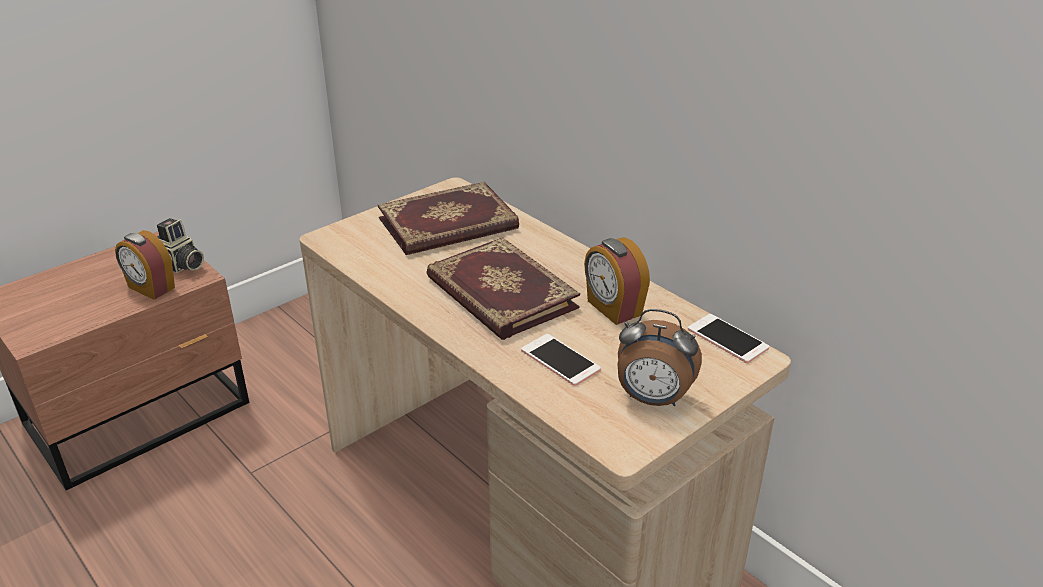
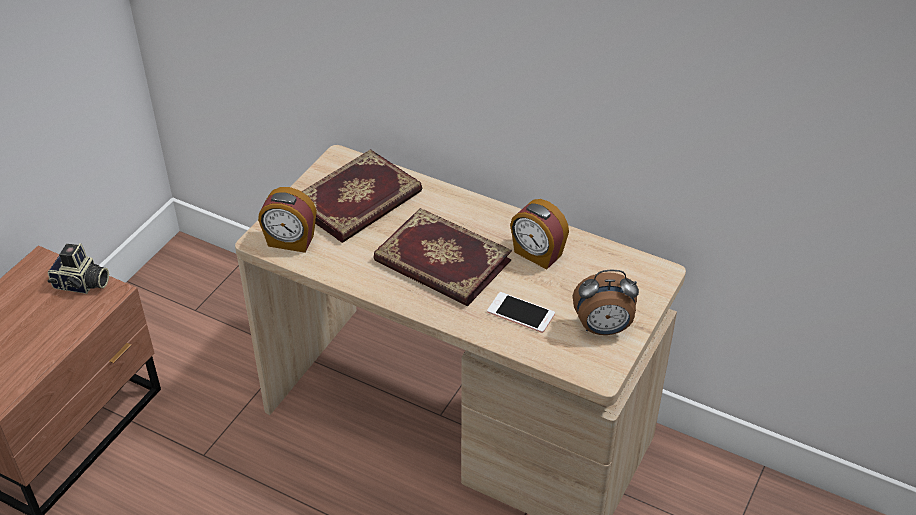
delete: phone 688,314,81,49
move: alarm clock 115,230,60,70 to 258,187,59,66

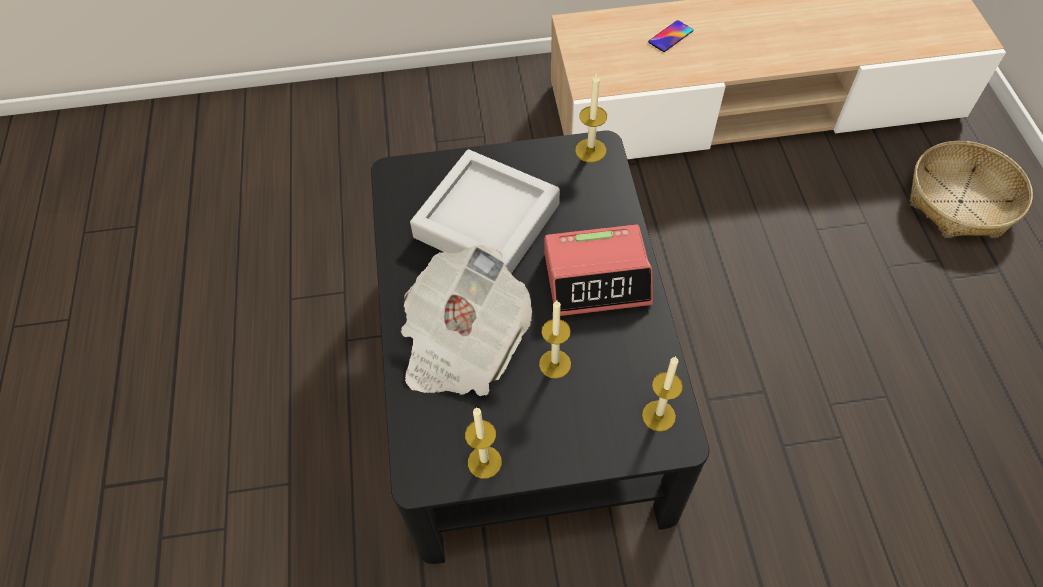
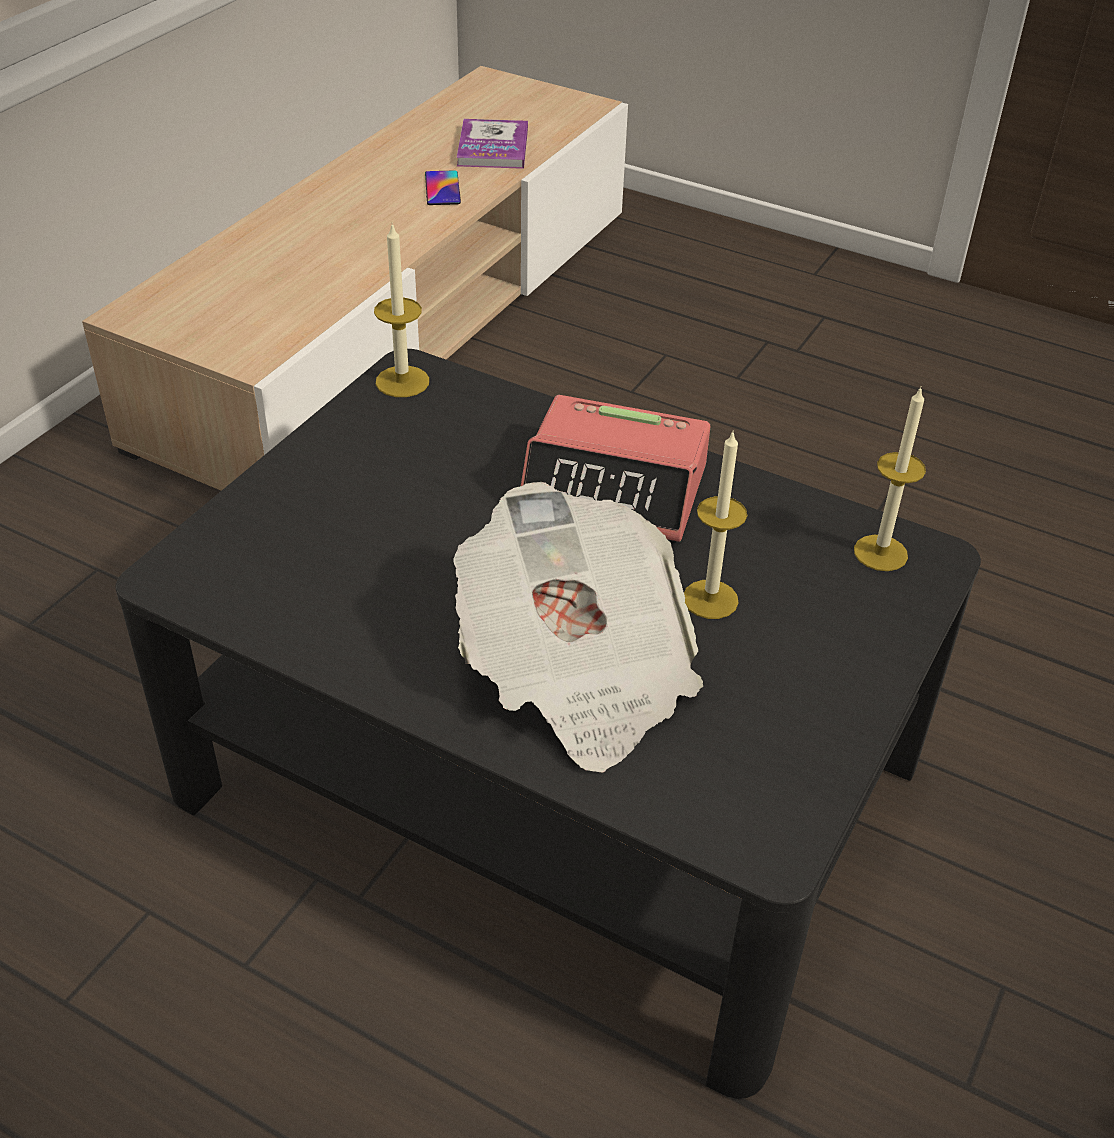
delete: tray in grey 410,149,150,125; candle 465,407,37,72; basket 910,141,123,96
insert: book 457,119,71,50
move: phone 648,20,45,32 to 425,170,36,35
rotate: alarm clock 545,224,108,92 = 521,395,189,147 75 degrees clockwise

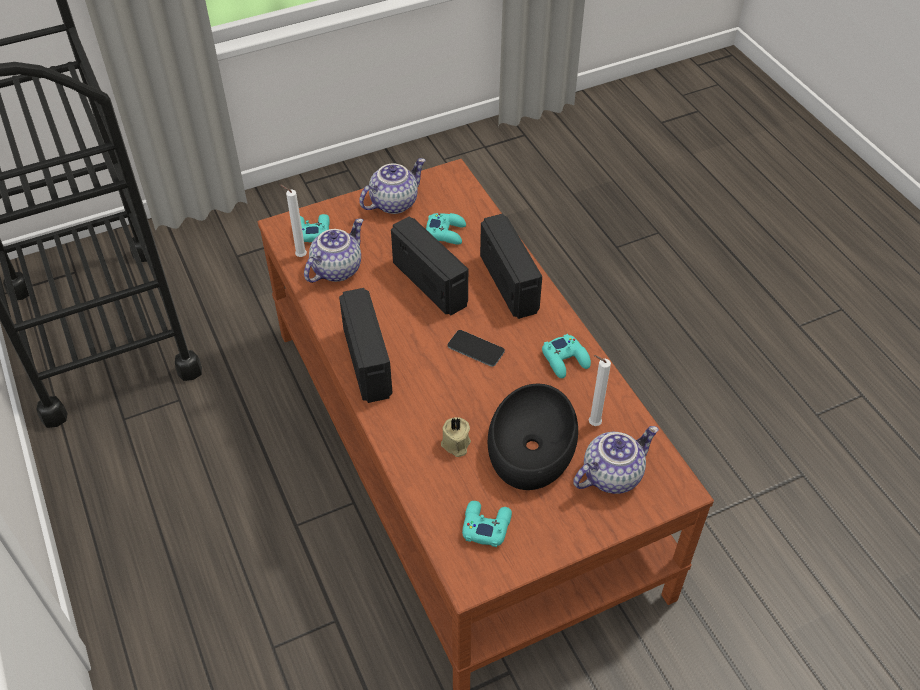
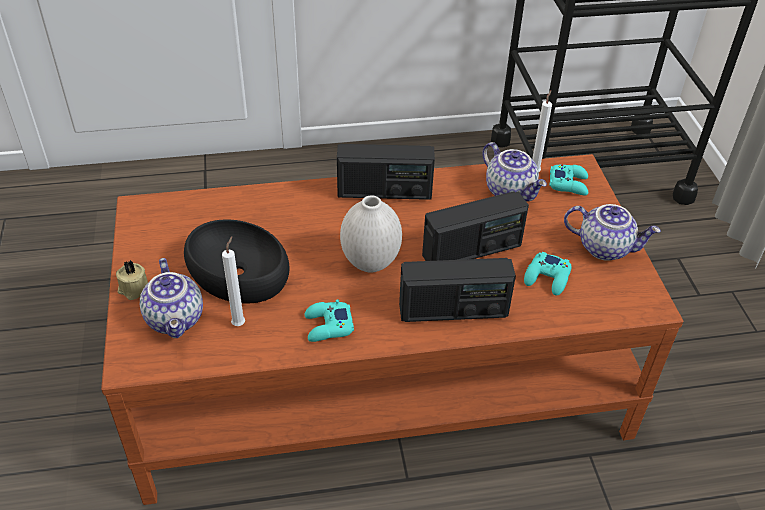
delete: game controller in turquoise 462,501,50,46
move: candle in beige 441,417,30,40 to 116,260,32,40
replace: phone 447,330,58,37 to vase in white 340,195,62,78
rotate: teapot 359,158,67,56 = 564,204,97,57 45 degrees counterclockwise

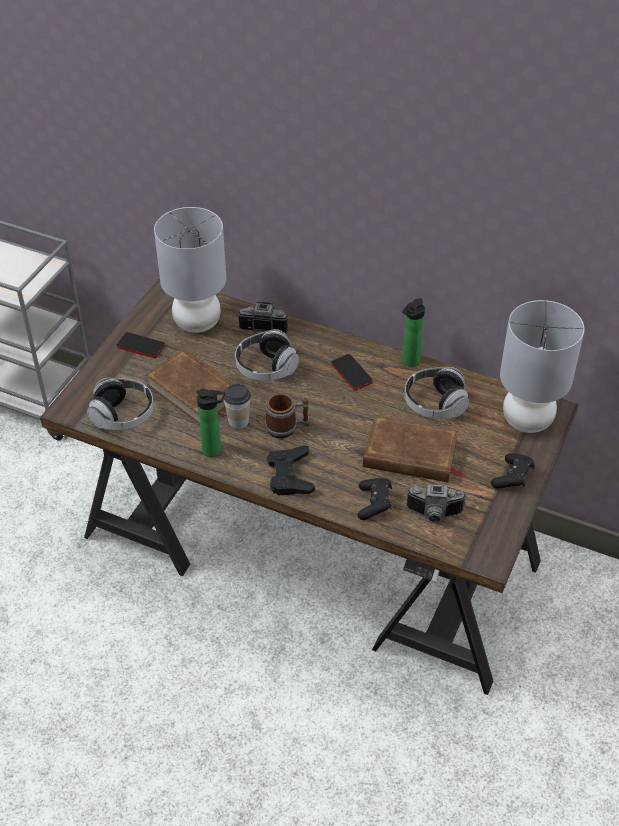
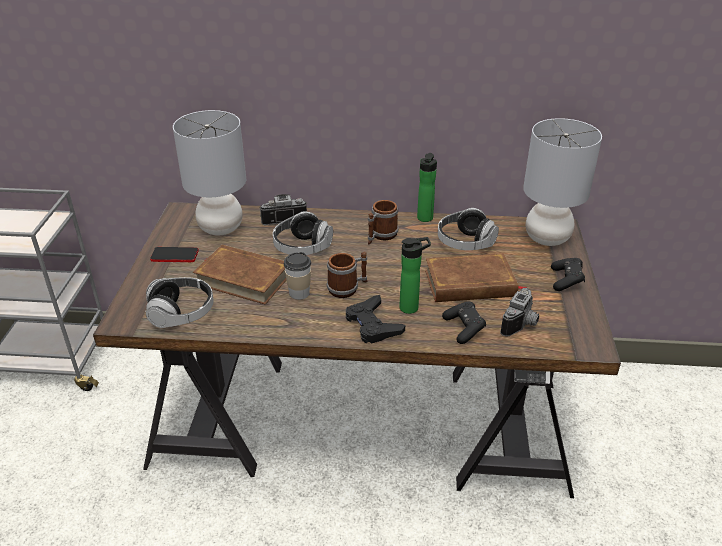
move: bottle 196,389,29,68 to 399,237,32,77
replace: phone 331,354,42,37 to mug 368,200,31,45
rotate: photo camera 407,484,60,38 = 500,288,39,48 45 degrees counterclockwise

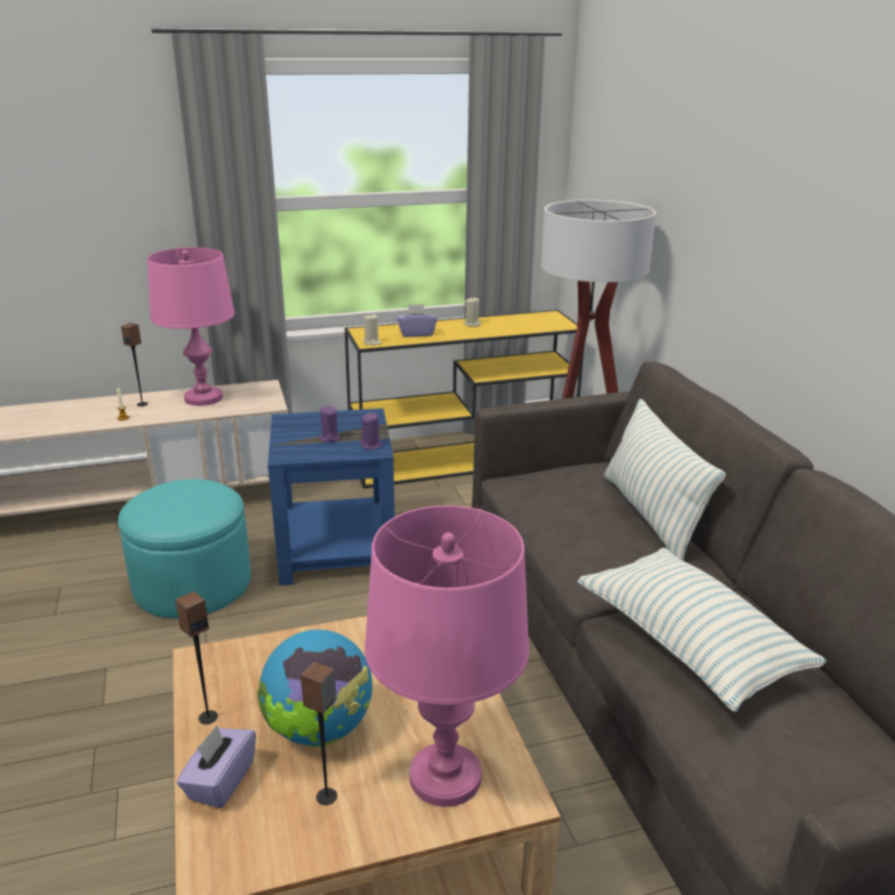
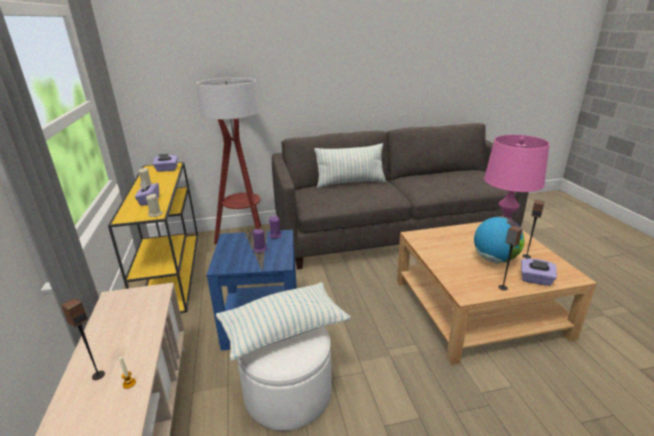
delete: table lamp in pink 147,248,88,158
insert: tissue box in purple 153,154,25,18
move: pillow 578,548,249,164 to 216,282,135,79
recolor: ottoman in turquoise 118,479,133,140 to ottoman in white 237,326,95,105

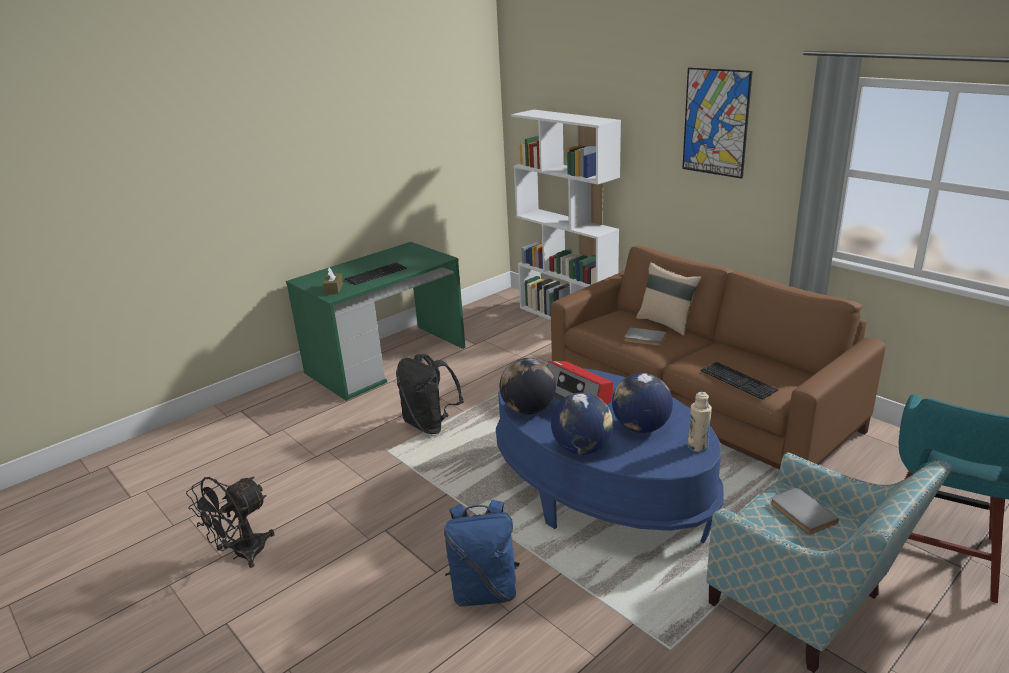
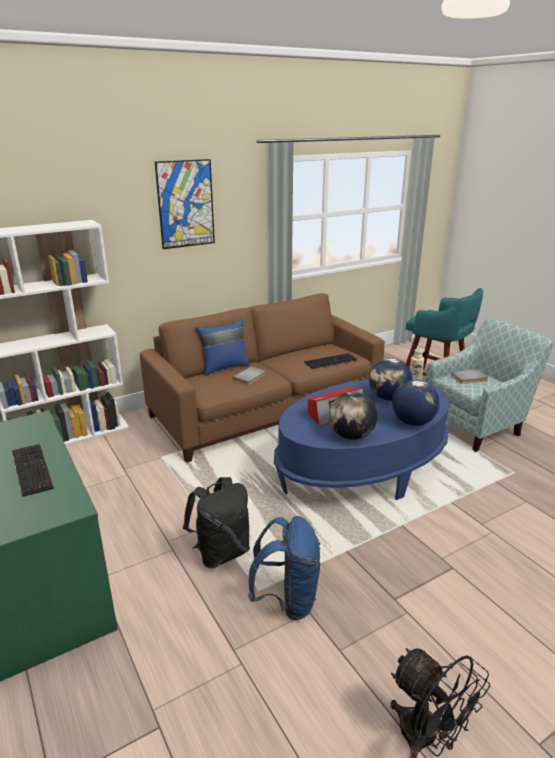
delete: tissue box in brown 323,268,20,26
move: backpack in blue 444,500,76,107 to 248,516,72,104
recolor: pillow in beige 636,262,65,74 to pillow in blue 196,319,54,57

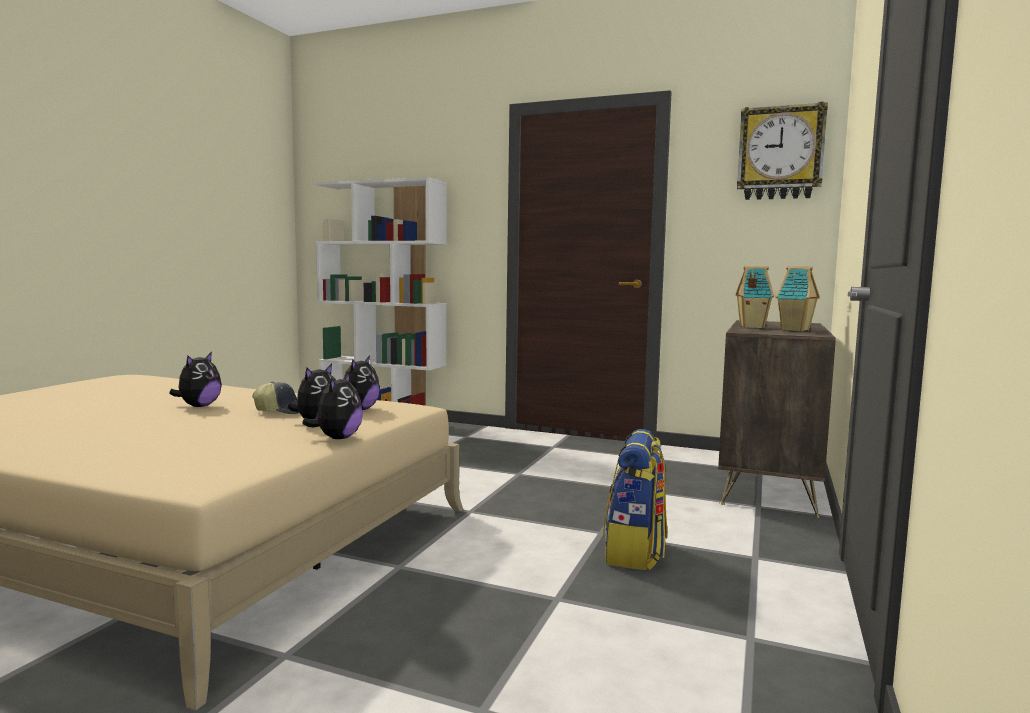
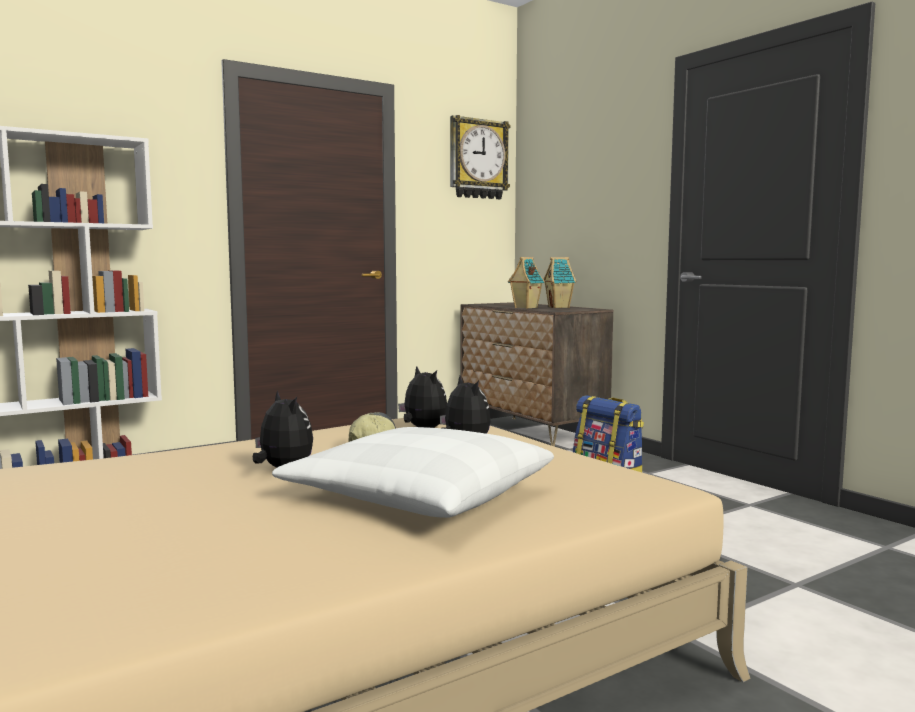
delete: plush toy 302,372,61,67
insert: pillow in white 272,427,282,91

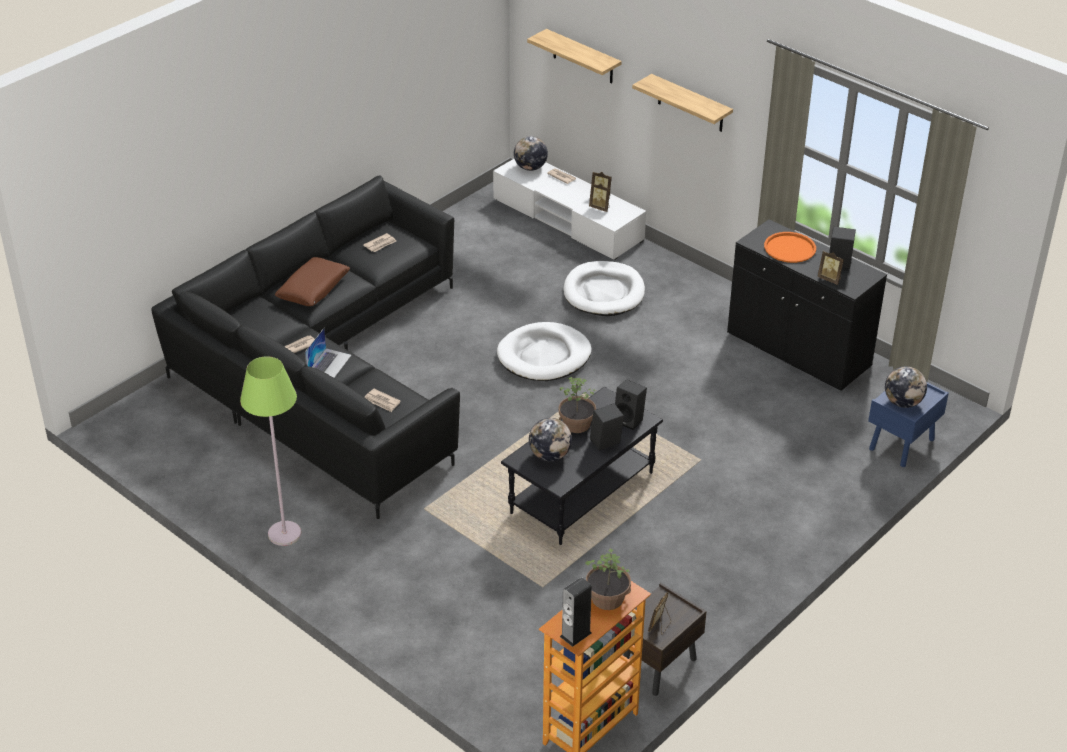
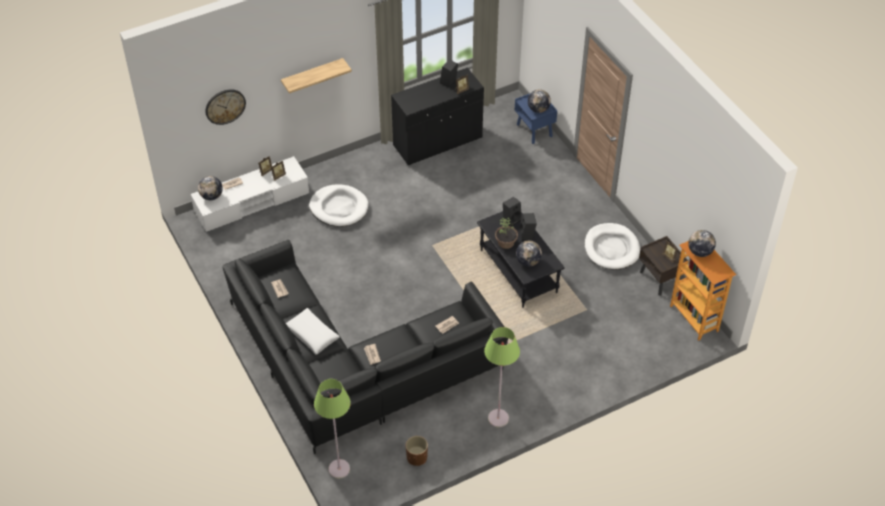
delete: laptop 305,328,46,50; speaker 560,577,32,70; tray in orange 764,232,52,31
insert: floor lamp in green 314,379,37,100; planter in brown 406,436,22,30
move: dog bed in white 497,322,95,59 to 585,223,55,47
replace: shelf 527,29,95,54 to wall clock 205,89,41,36; potted plant 585,549,46,61 to globe 688,230,28,27
recolor: pillow in brown 275,257,75,49 to pillow in white 286,308,54,46

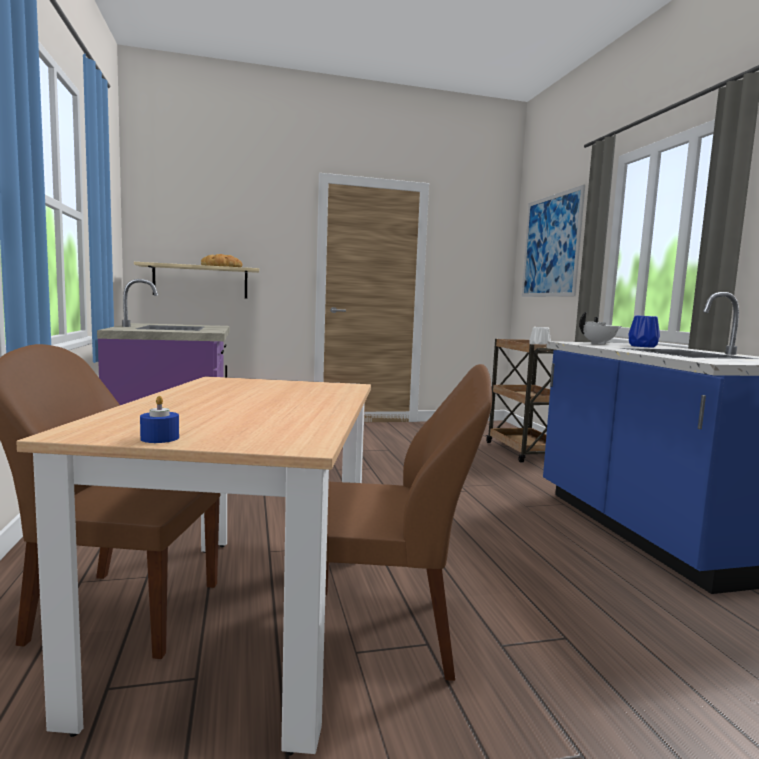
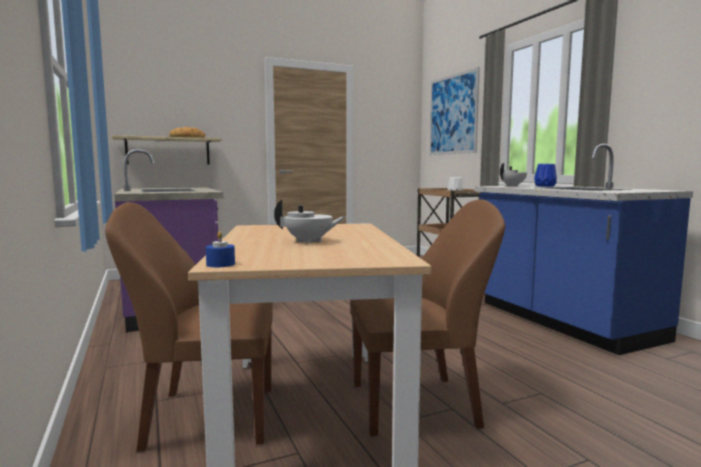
insert: teapot in white 274,200,72,44
move: candle in blue 140,396,39,47 to 206,231,29,36

